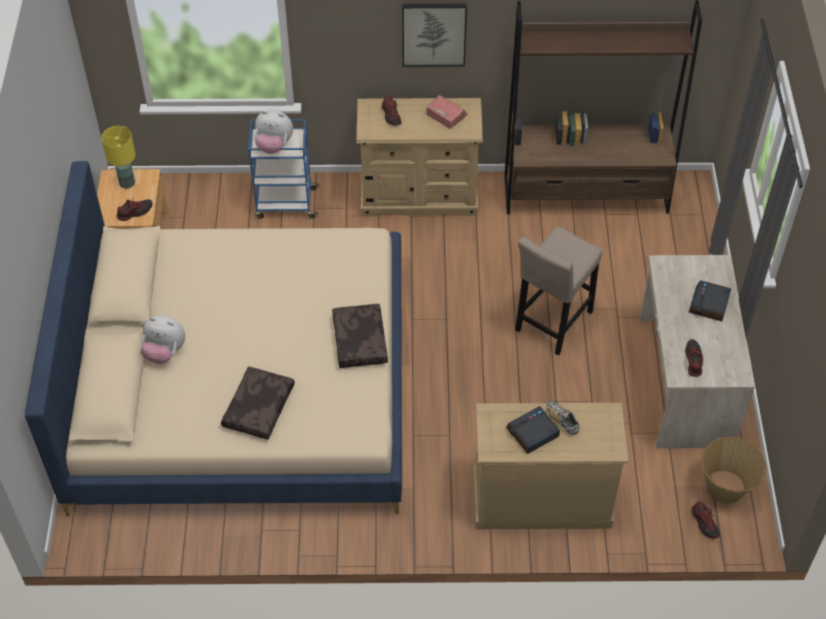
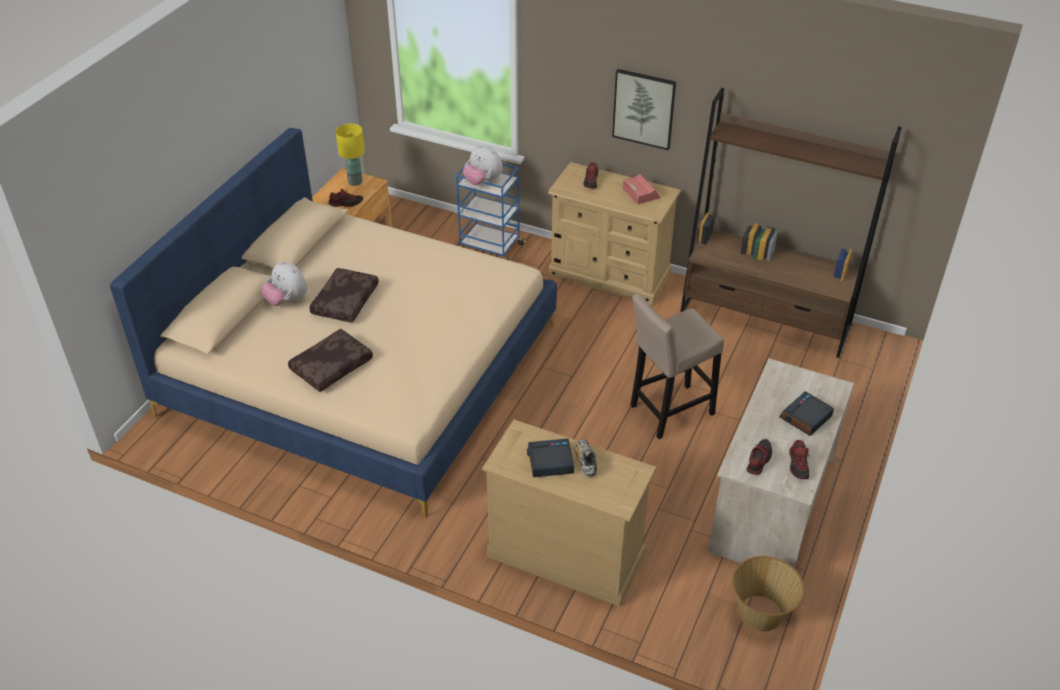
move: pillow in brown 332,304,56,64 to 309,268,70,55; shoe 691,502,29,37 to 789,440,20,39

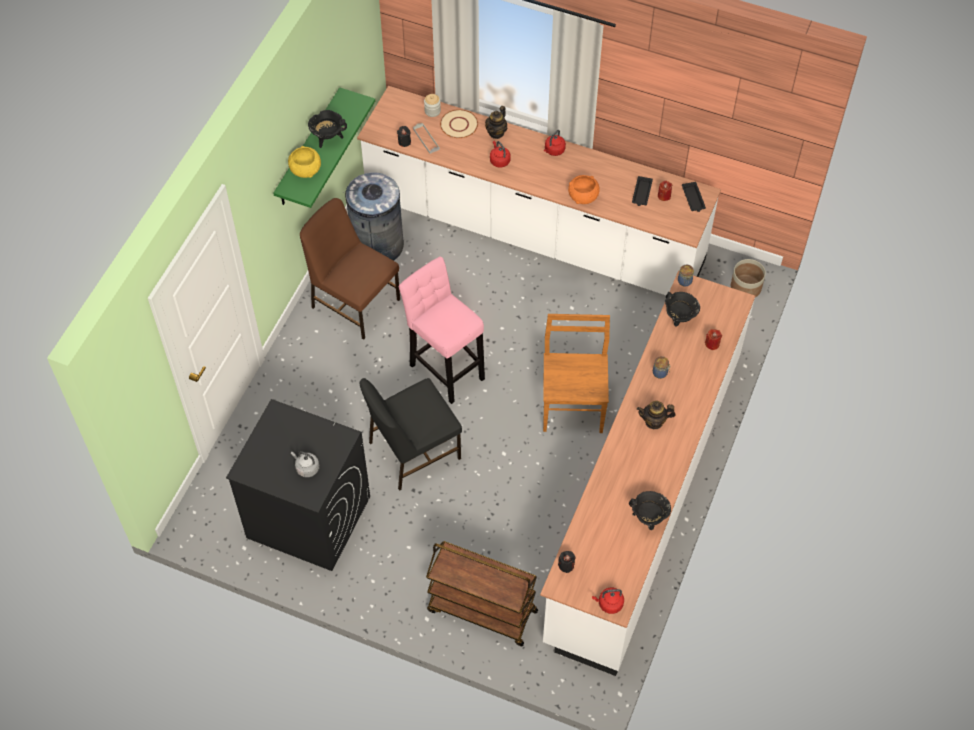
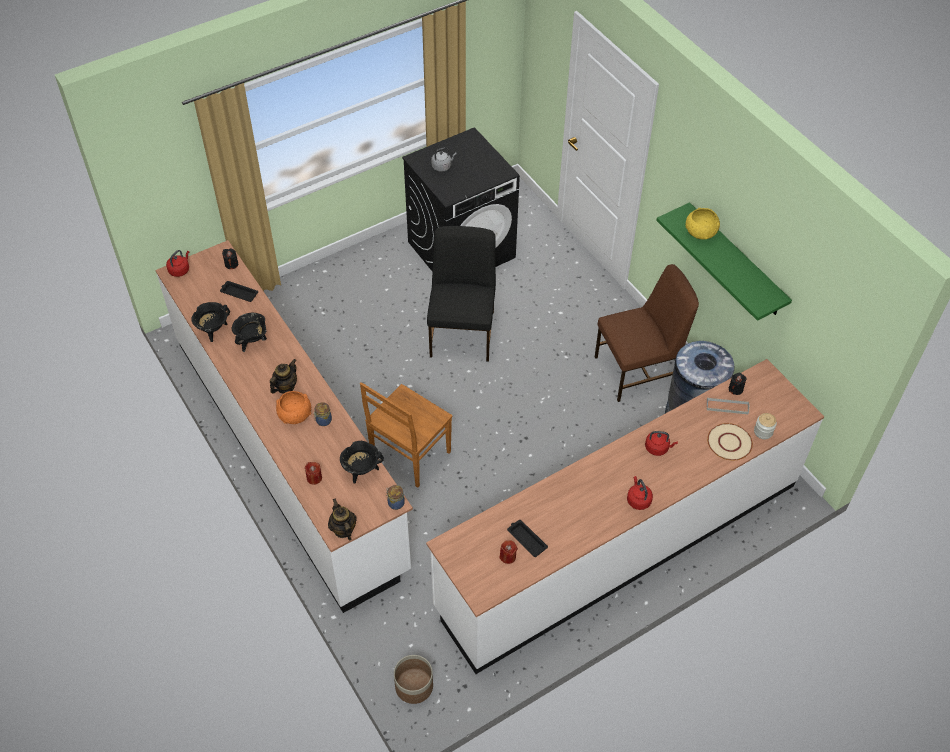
delete: stool in pink 399,256,86,148; cart in brown 426,541,112,105
move: cooking pot in black 308,110,39,38 to 232,313,35,39; teapot 485,106,22,33 to 328,499,29,41; bowl in orange 568,175,32,29 to 276,391,35,33; tray in black 682,182,24,30 to 220,281,38,21
rotate: chair in brown 543,314,67,119 = 360,382,93,106 90 degrees clockwise

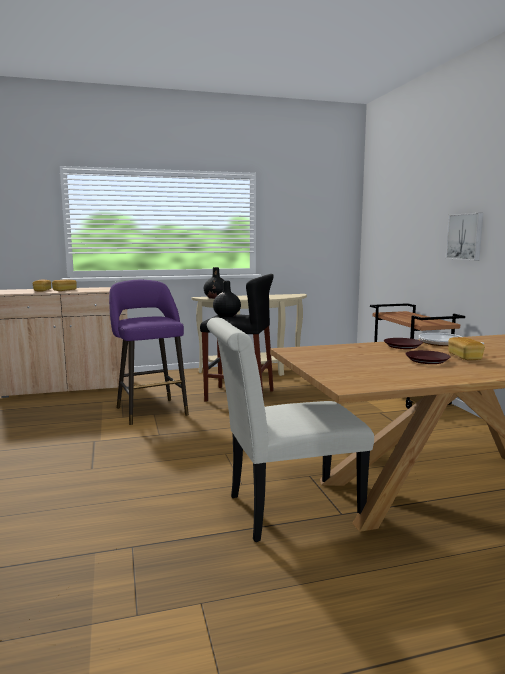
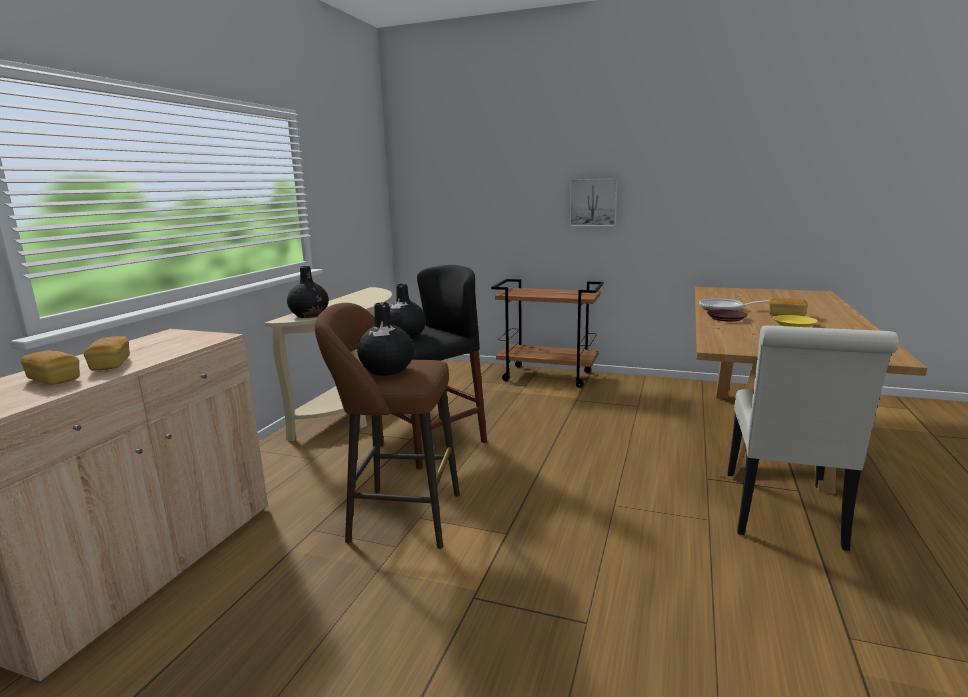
insert: vase in black 357,302,57,74
recolor: stool in purple 109,280,80,145 to stool in brown 315,303,145,246; plate in brown 405,350,46,14 to plate in yellow 773,315,45,12

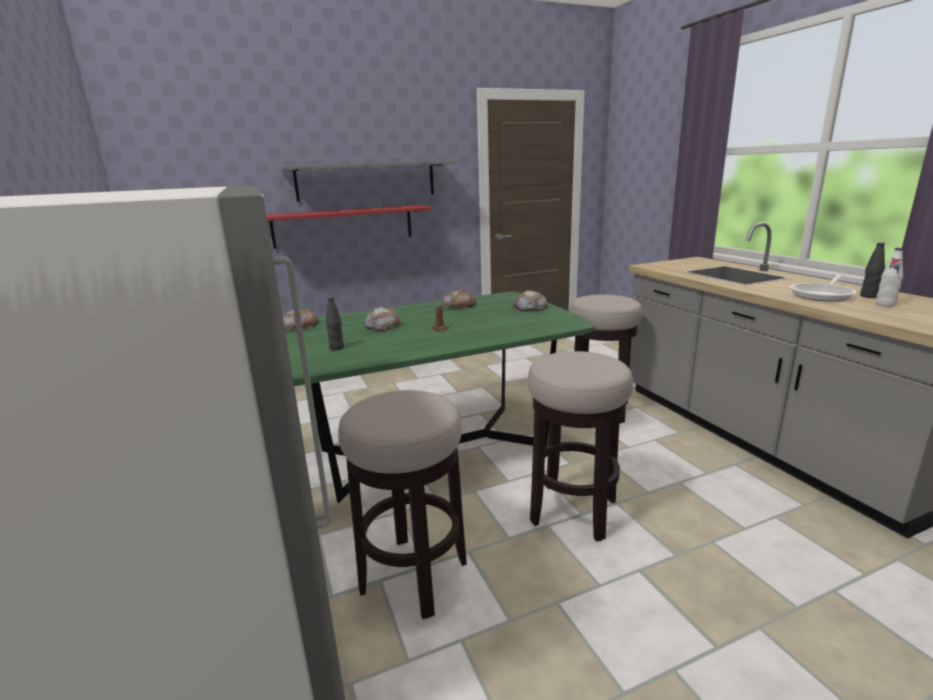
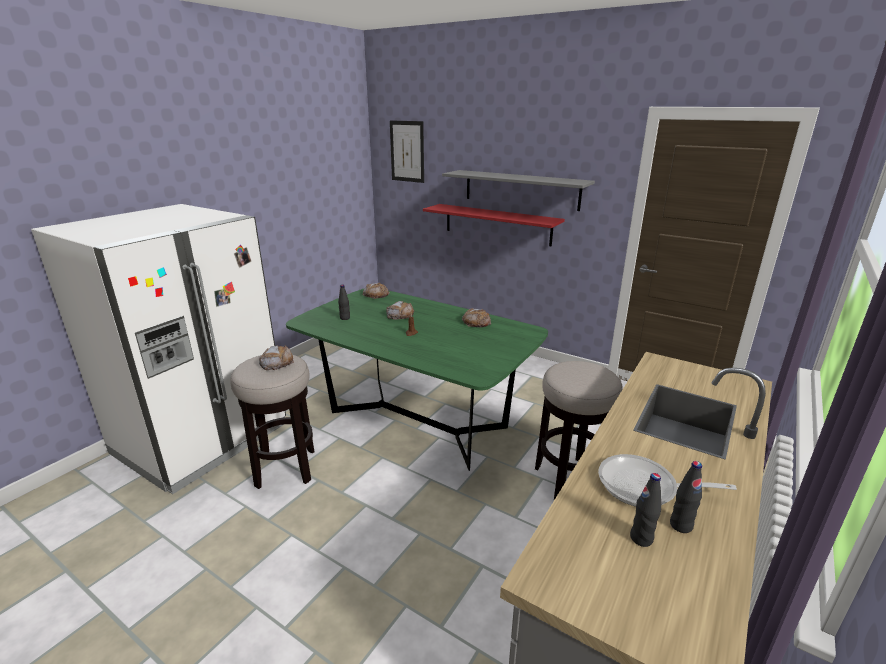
delete: stool 528,351,105,191
insert: picture 390,120,34,63
move: bread 514,290,34,22 to 259,346,35,24
recolor: bottle in white 876,248,27,59 to bottle in black 630,473,31,74

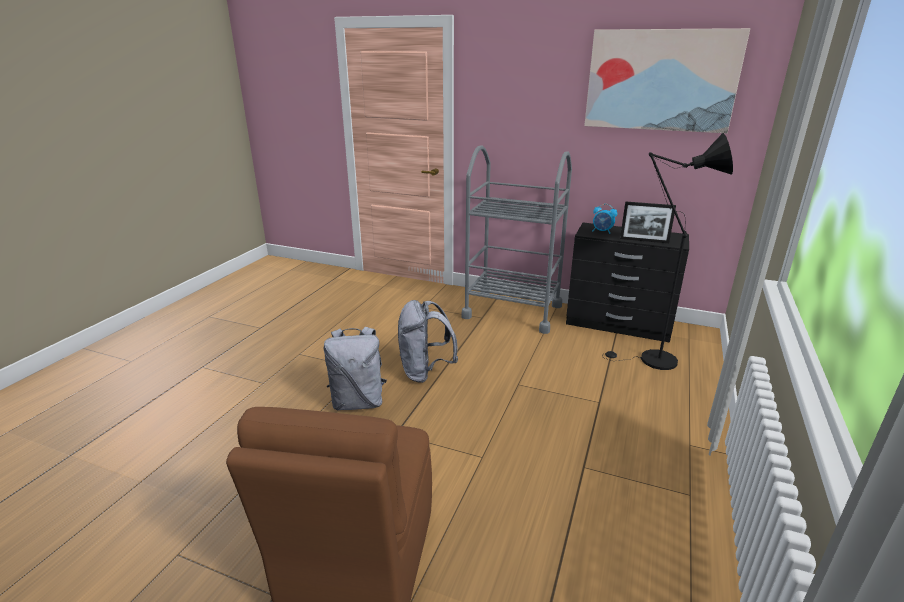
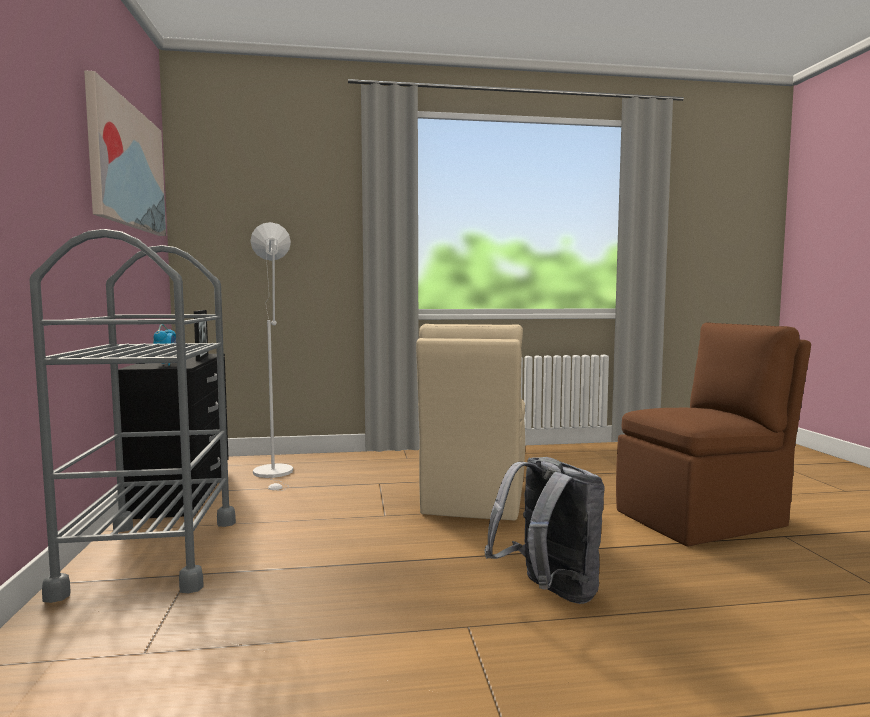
delete: backpack in grey 398,300,60,83
insert: chair in beige 416,324,109,197
recolor: floor lamp in black 603,133,130,237 to floor lamp in white 250,222,43,269

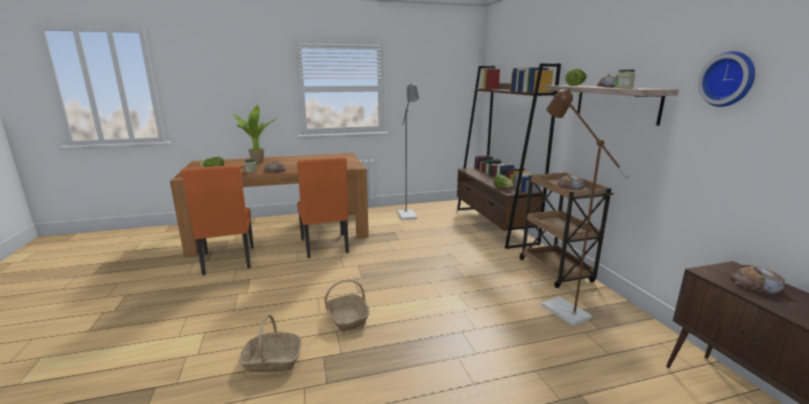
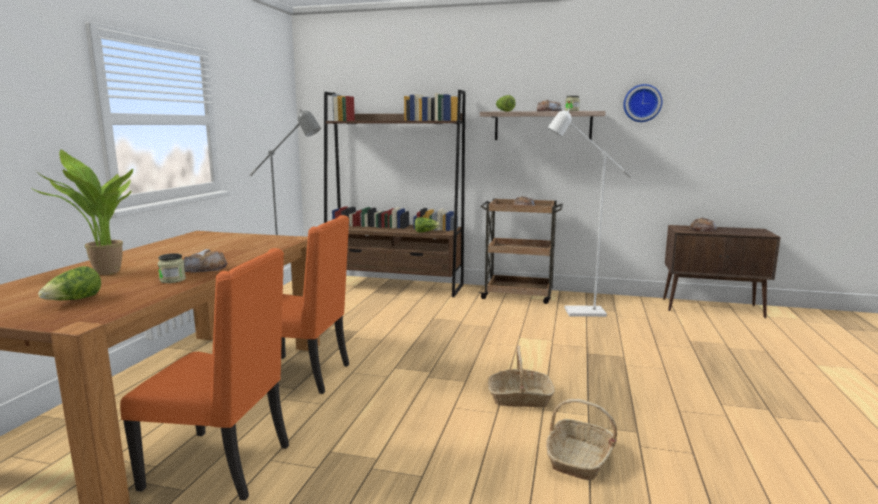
recolor: floor lamp in brown 541,88,88,238 to floor lamp in white 548,109,83,208

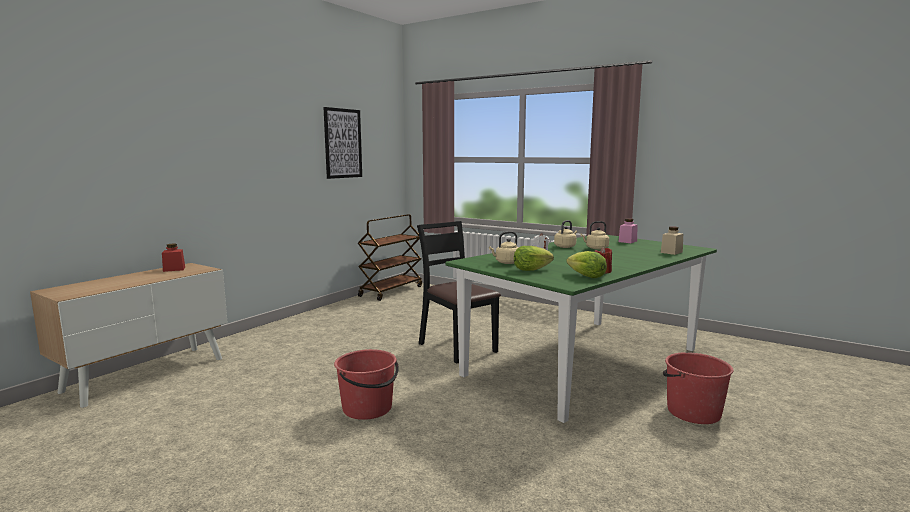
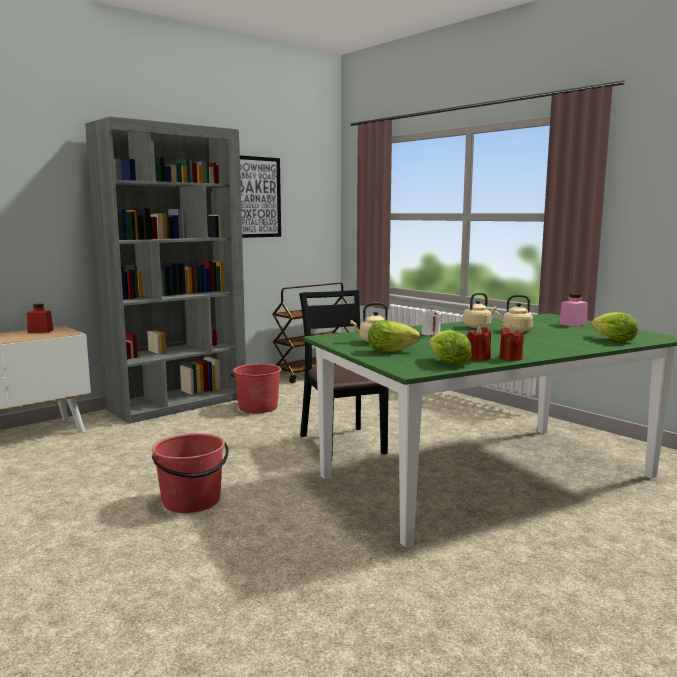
insert: bookcase in grey 85,116,161,308; candle in red 500,326,24,35
move: bucket in red 663,352,71,72 to 231,364,51,49
replace: jar in beige 661,226,22,29 to lettuce 591,312,47,30

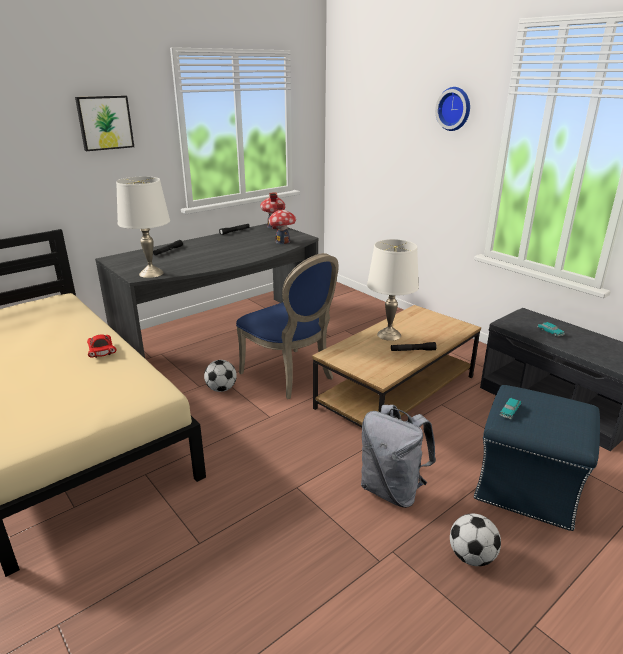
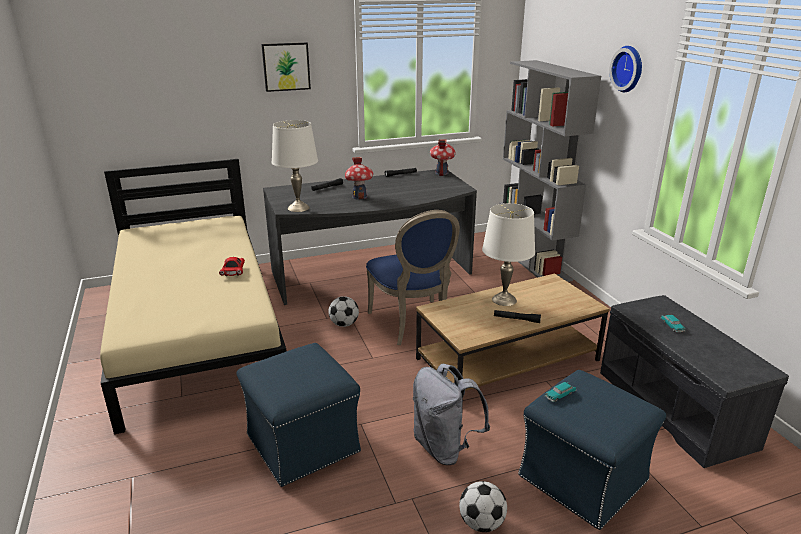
insert: ottoman in blue 237,343,124,144; bookcase in grey 500,60,101,222
move: toy house 268,203,28,41 to 345,157,28,43

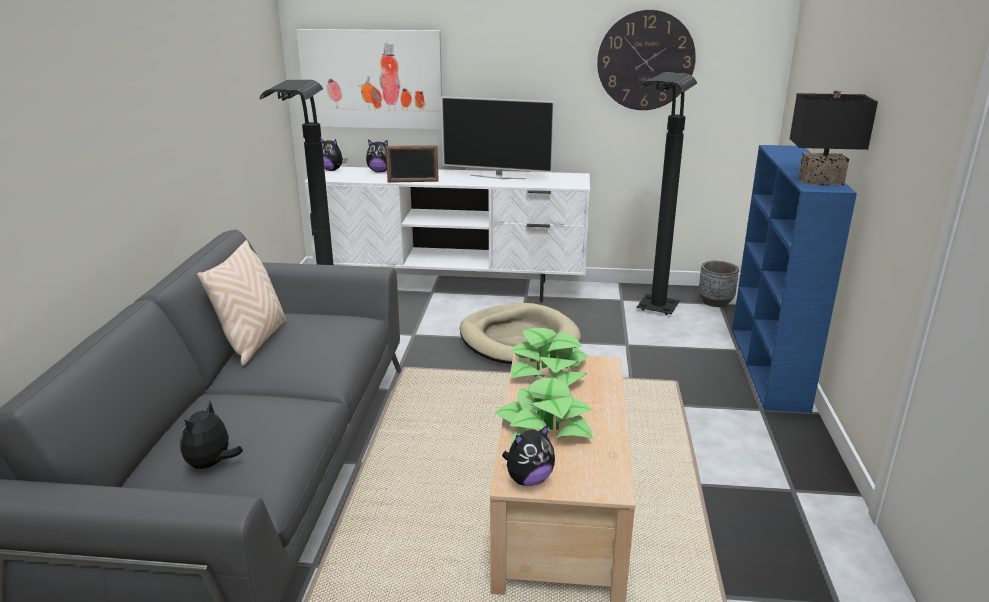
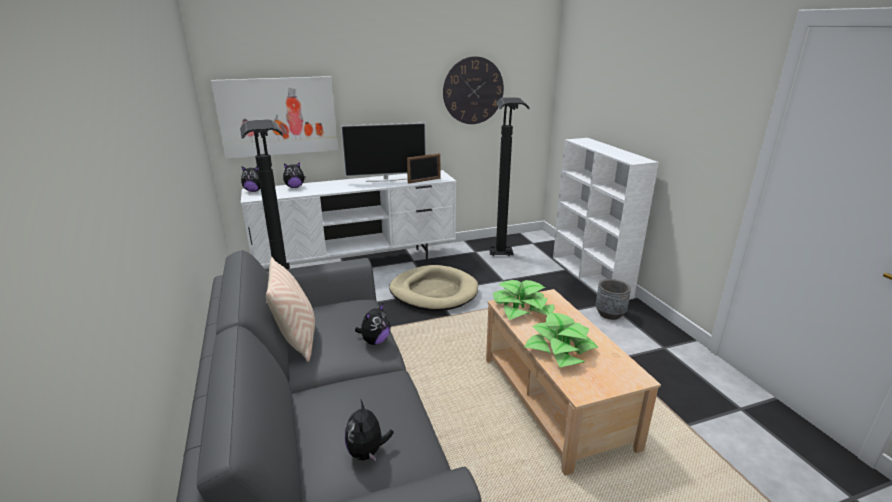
delete: table lamp in black 790,90,88,95
move: picture frame 386,145,53,38 to 407,153,33,31; plush toy 502,424,53,62 to 355,304,36,41; planter in grey 698,261,41,46 to 596,279,35,41
recolor: bookcase in blue 732,145,125,268 to bookcase in white 553,138,106,161

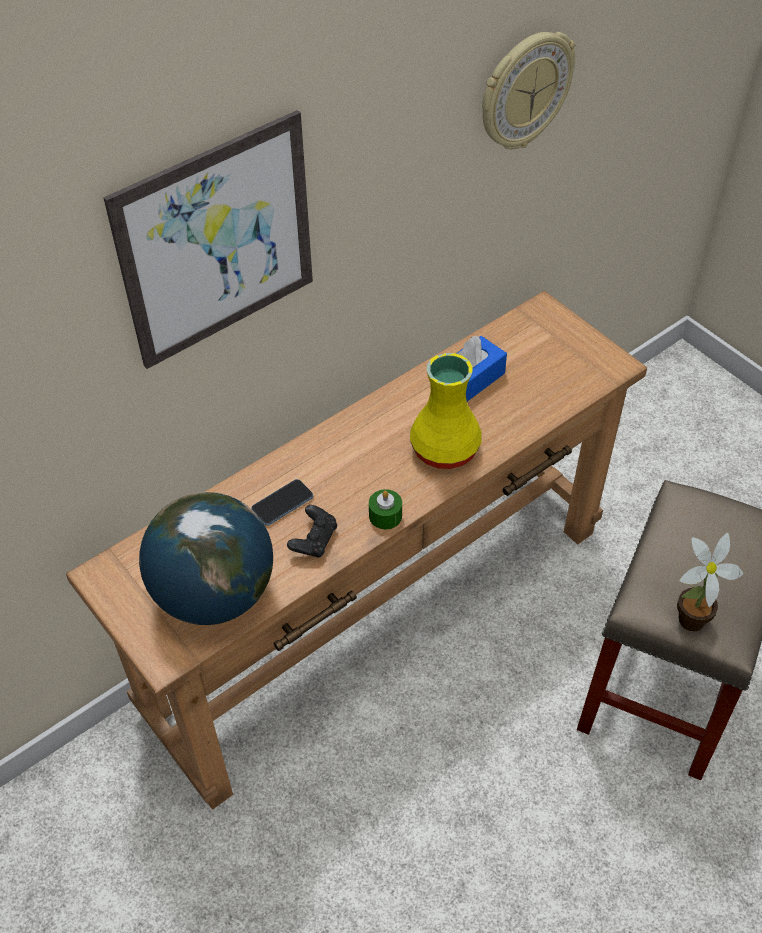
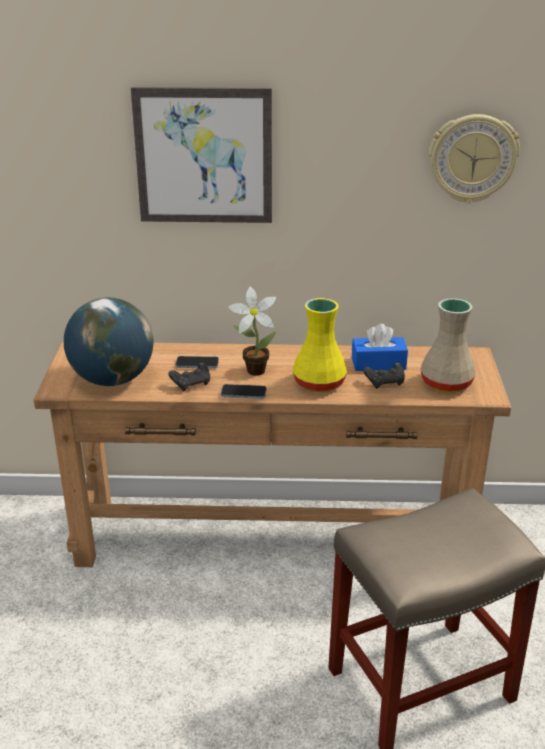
insert: game controller in black 363,363,42,26; vase in beige 420,298,56,95
move: potted plant 677,533,67,98 to 228,287,48,89
replace: candle in green 369,489,33,40 to phone 221,384,45,15

